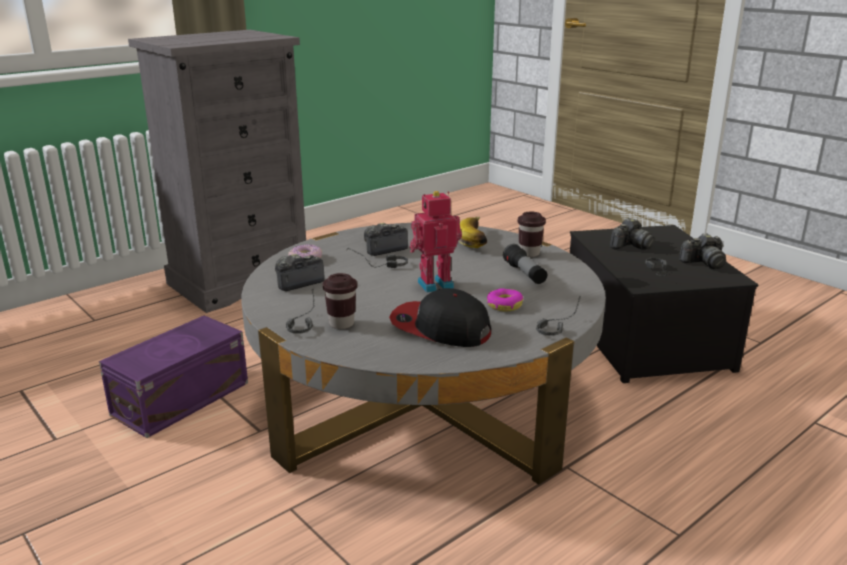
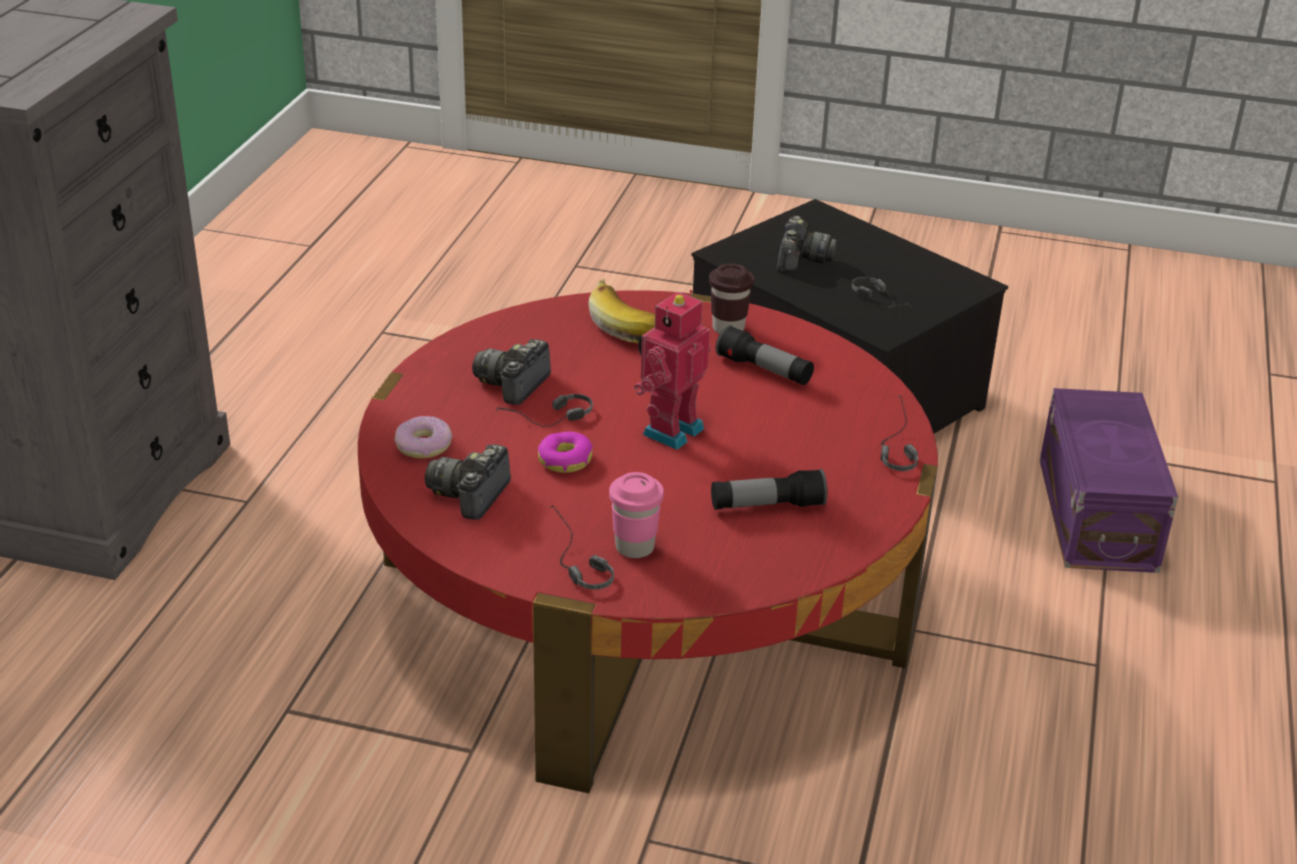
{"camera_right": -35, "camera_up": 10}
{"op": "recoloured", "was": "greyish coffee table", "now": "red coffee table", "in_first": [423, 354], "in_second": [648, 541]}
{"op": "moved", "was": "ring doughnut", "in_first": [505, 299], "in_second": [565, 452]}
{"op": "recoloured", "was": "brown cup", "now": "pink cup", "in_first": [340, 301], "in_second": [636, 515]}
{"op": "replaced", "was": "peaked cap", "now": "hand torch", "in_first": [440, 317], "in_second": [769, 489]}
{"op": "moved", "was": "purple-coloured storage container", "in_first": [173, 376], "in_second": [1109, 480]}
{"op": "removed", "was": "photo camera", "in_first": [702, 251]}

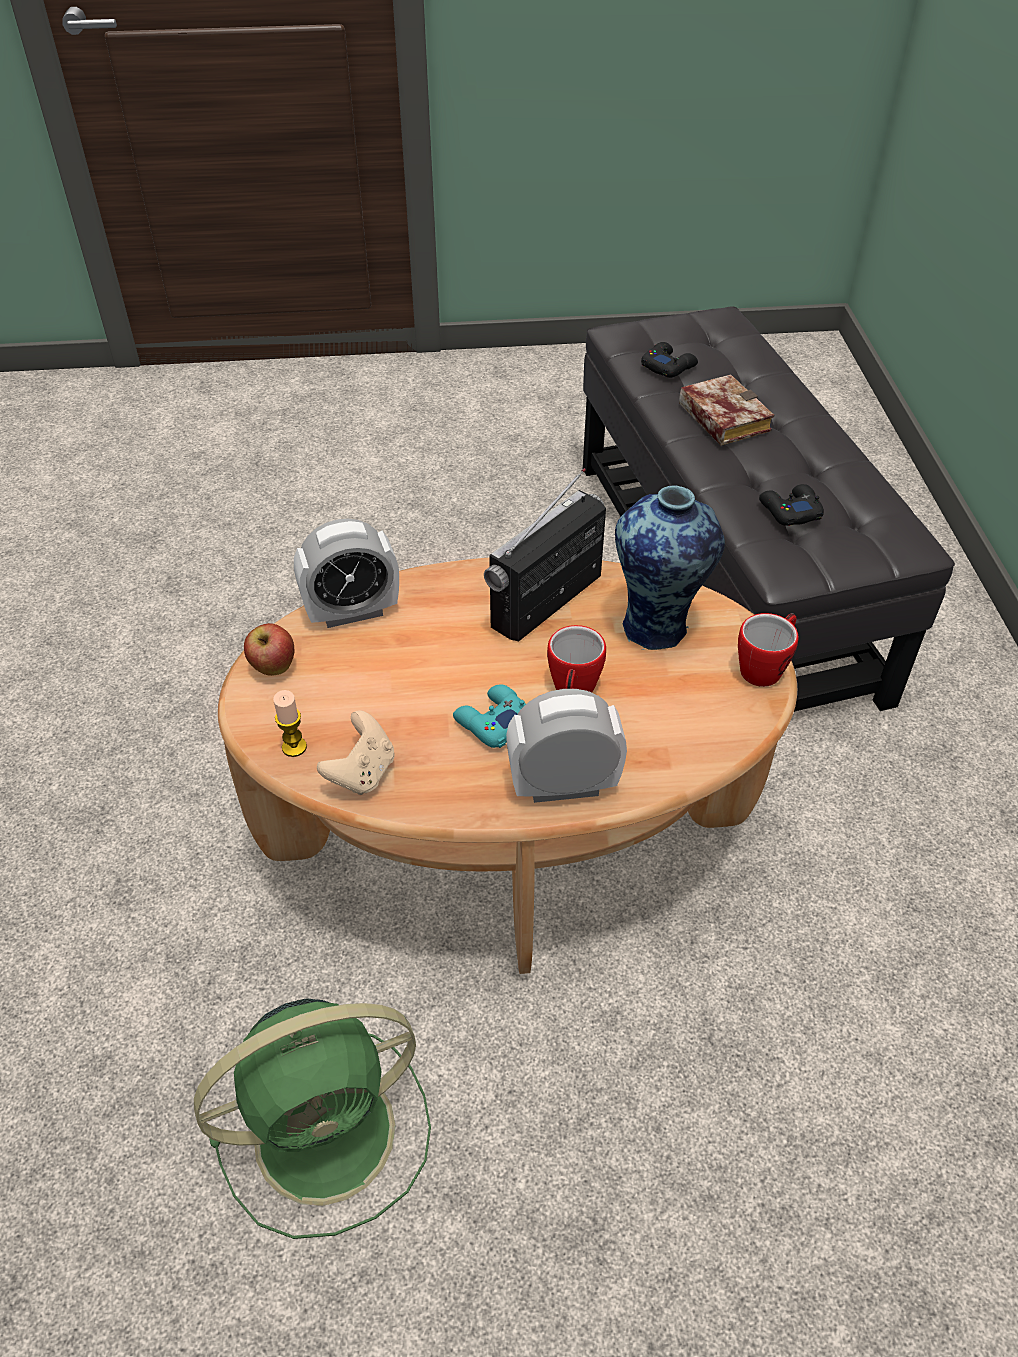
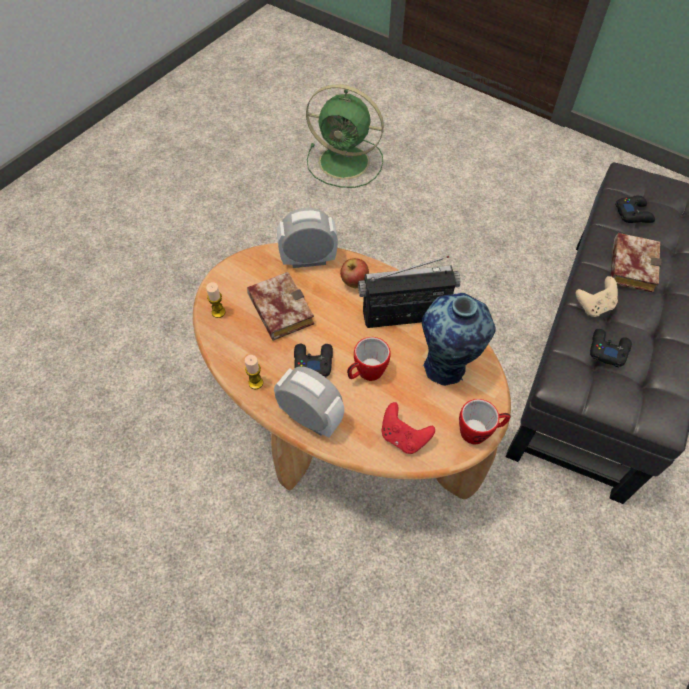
{"camera_right": 40, "camera_up": 10}
{"op": "added", "now": "wax light", "in_second": [254, 372]}
{"op": "added", "now": "volume", "in_second": [280, 306]}
{"op": "turned", "was": "table clock", "in_first": [346, 573], "in_second": [307, 238], "clockwise": 150}
{"op": "recoloured", "was": "turquoise game controller", "now": "black game controller", "in_first": [489, 716], "in_second": [313, 360]}
{"op": "moved", "was": "greenish cooling fan", "in_first": [312, 1118], "in_second": [345, 136]}
{"op": "moved", "was": "whole apple", "in_first": [269, 649], "in_second": [354, 273]}
{"op": "added", "now": "red game controller", "in_second": [408, 428]}
{"op": "moved", "was": "sand-coloured game controller", "in_first": [356, 752], "in_second": [597, 296]}

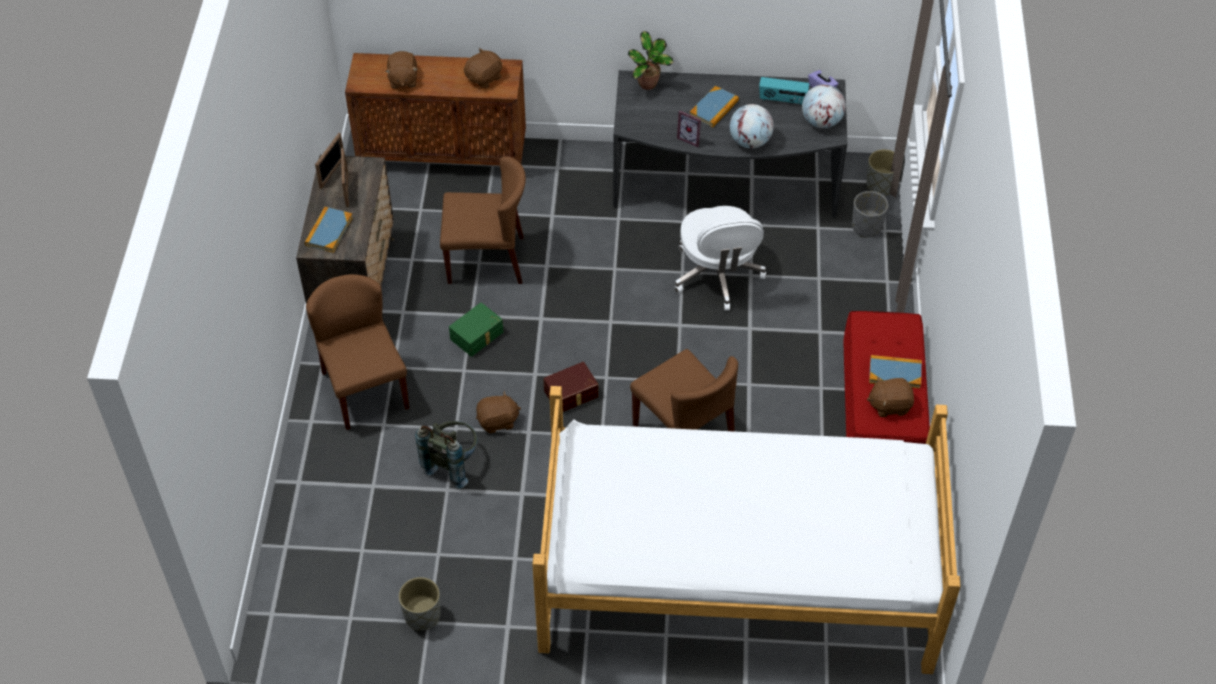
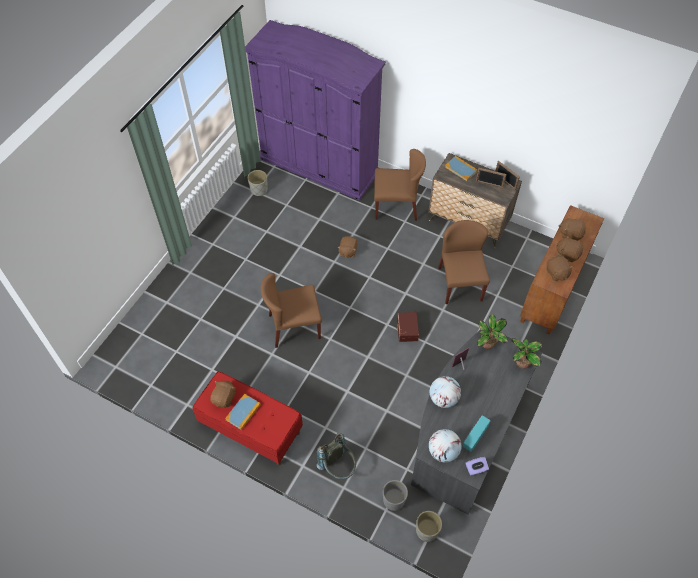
{"camera_right": 115, "camera_up": 5}
{"op": "added", "now": "purple-coloured wardrobe", "in_second": [315, 110]}
{"op": "moved", "was": "greyish rucksack", "in_first": [446, 455], "in_second": [336, 456]}
{"op": "moved", "was": "brown storage container", "in_first": [570, 387], "in_second": [407, 327]}
{"op": "turned", "was": "brown upright chair", "in_first": [483, 220], "in_second": [464, 262], "clockwise": 150}
{"op": "added", "now": "plant in a pot", "in_second": [492, 331]}
{"op": "added", "now": "brown cuddly toy", "in_second": [569, 249]}
{"op": "removed", "was": "greenish storage container", "in_first": [476, 330]}
{"op": "removed", "was": "bedroom bed", "in_first": [746, 530]}
{"op": "removed", "was": "white desk chair", "in_first": [720, 258]}
{"op": "removed", "was": "volume", "in_first": [714, 107]}

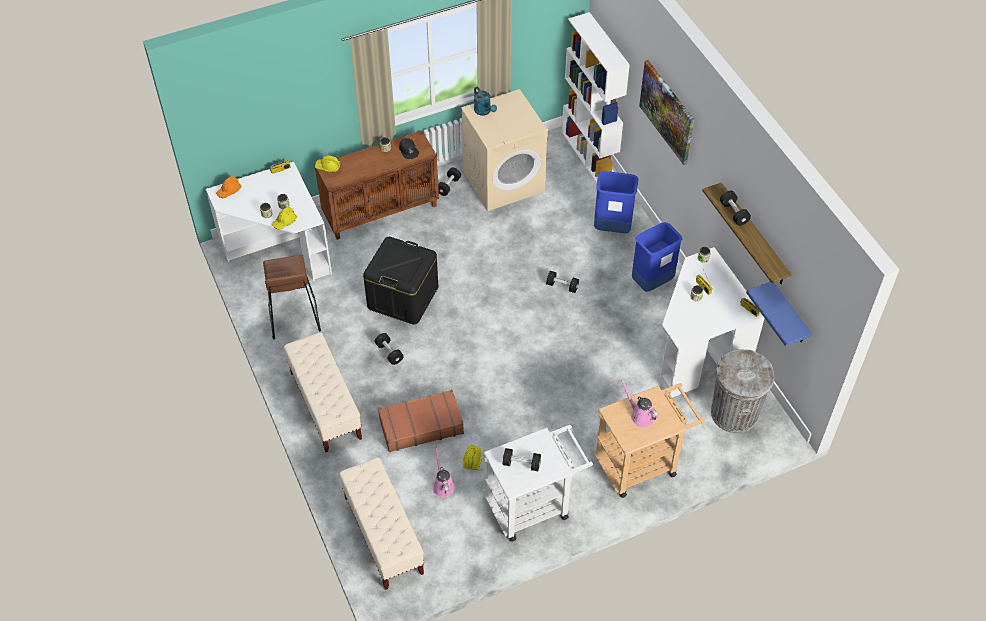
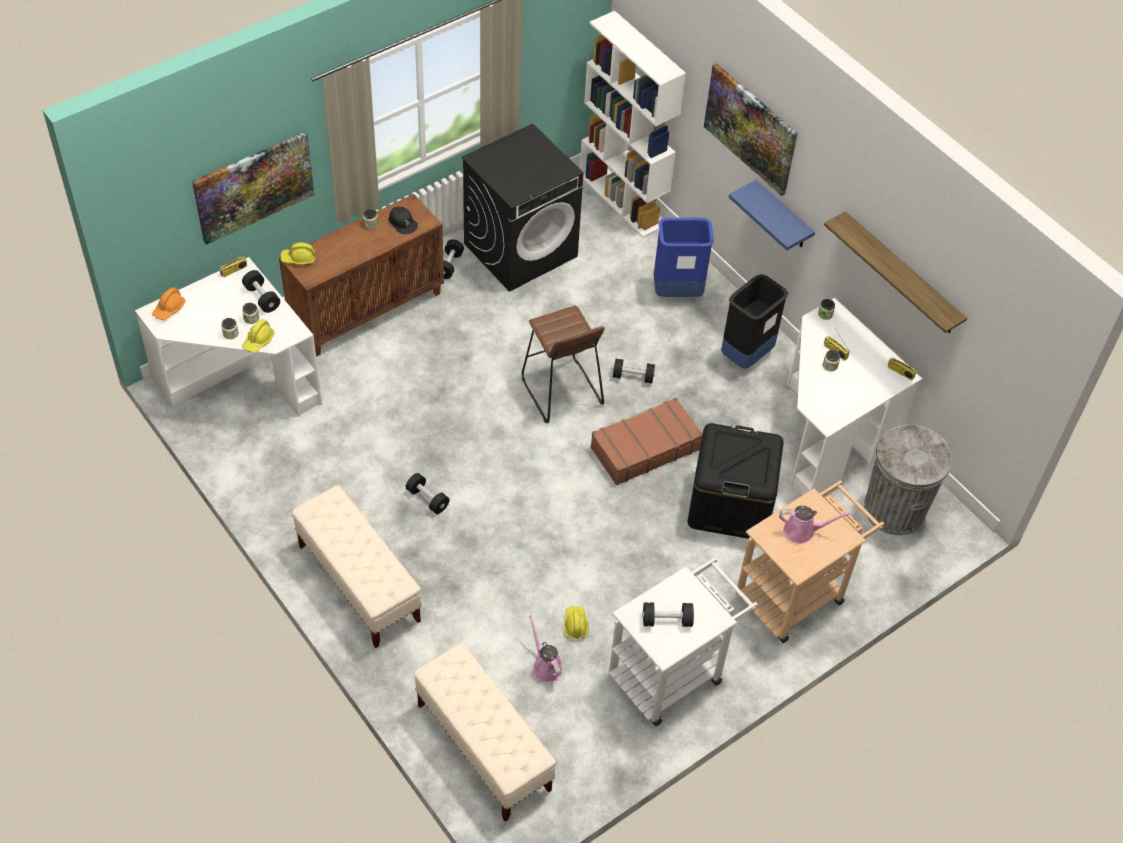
{"camera_right": -15, "camera_up": 0}
{"op": "added", "now": "wall art", "in_second": [253, 188]}
{"op": "moved", "was": "black dumbbell", "in_first": [735, 208], "in_second": [261, 291]}
{"op": "recoloured", "was": "sand-coloured laundry machine", "now": "black laundry machine", "in_first": [504, 150], "in_second": [522, 207]}
{"op": "moved", "was": "brown sitting stool", "in_first": [292, 297], "in_second": [563, 364]}
{"op": "moved", "was": "brown travel case", "in_first": [421, 421], "in_second": [647, 441]}
{"op": "moved", "was": "black storage container", "in_first": [400, 281], "in_second": [736, 481]}
{"op": "recoloured", "was": "blue waste bin", "now": "black waste bin", "in_first": [657, 257], "in_second": [755, 321]}
{"op": "moved", "was": "blue wall shelf", "in_first": [779, 314], "in_second": [772, 215]}
{"op": "turned", "was": "pink watering pot", "in_first": [640, 403], "in_second": [814, 525], "clockwise": 150}
{"op": "removed", "was": "turquoise watering pot", "in_first": [485, 101]}

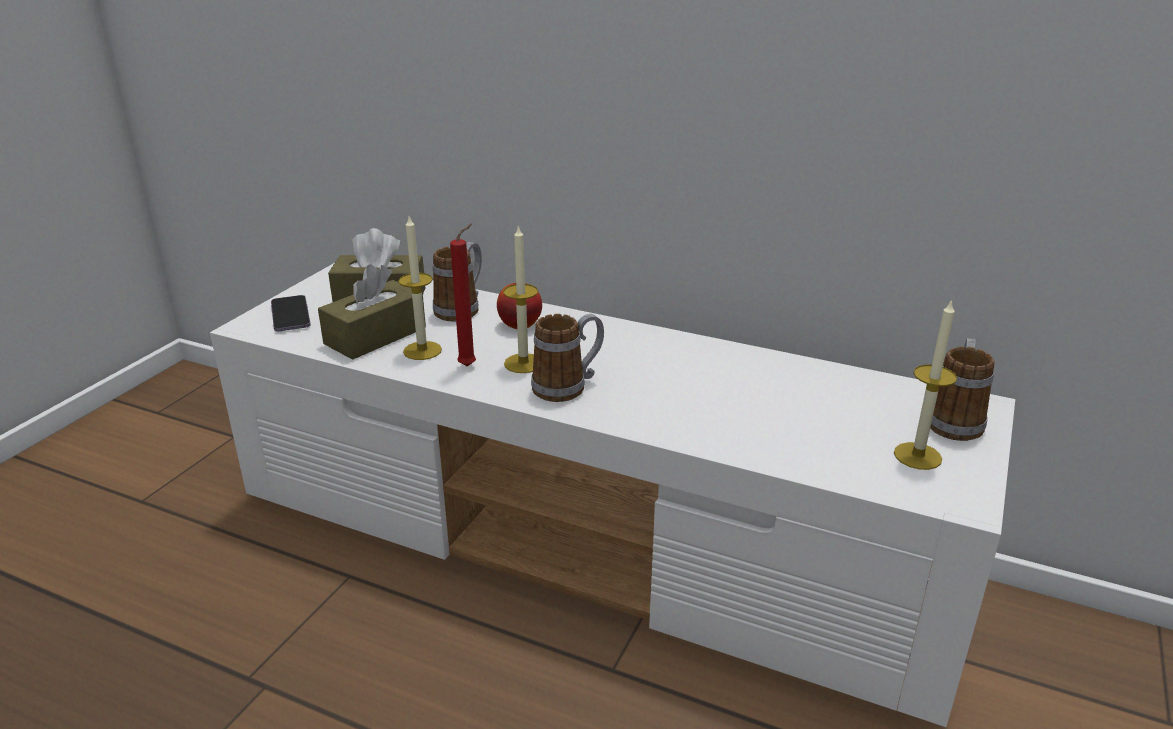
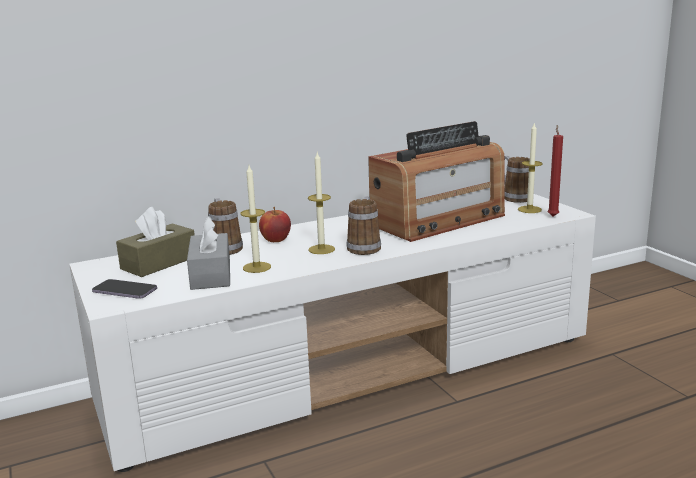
{"camera_right": -50, "camera_up": -10}
{"op": "recoloured", "was": "brown tissue holder", "now": "greyish tissue holder", "in_first": [372, 312], "in_second": [208, 253]}
{"op": "added", "now": "radio set", "in_second": [436, 181]}
{"op": "moved", "was": "red wax light", "in_first": [463, 295], "in_second": [555, 171]}

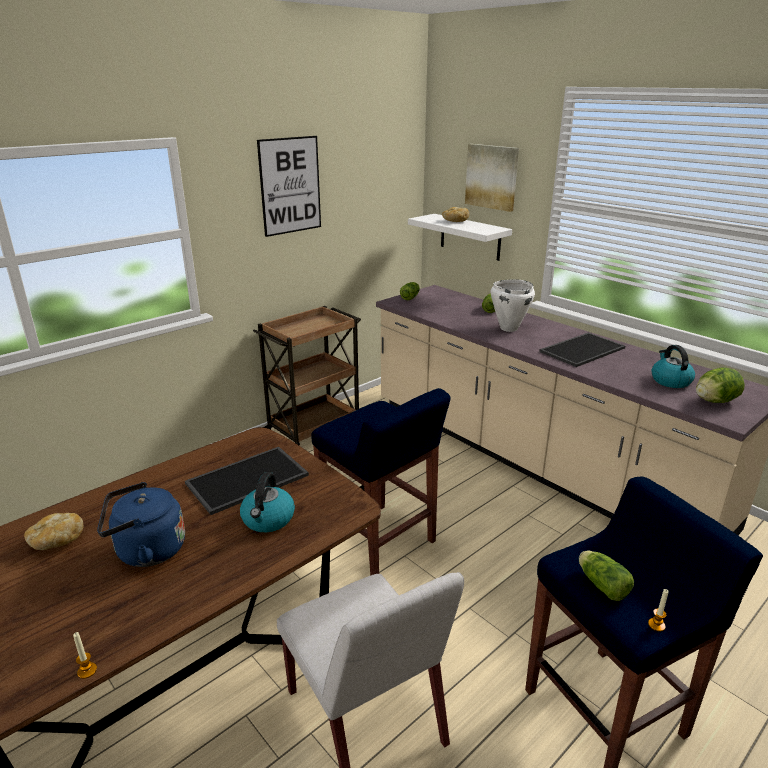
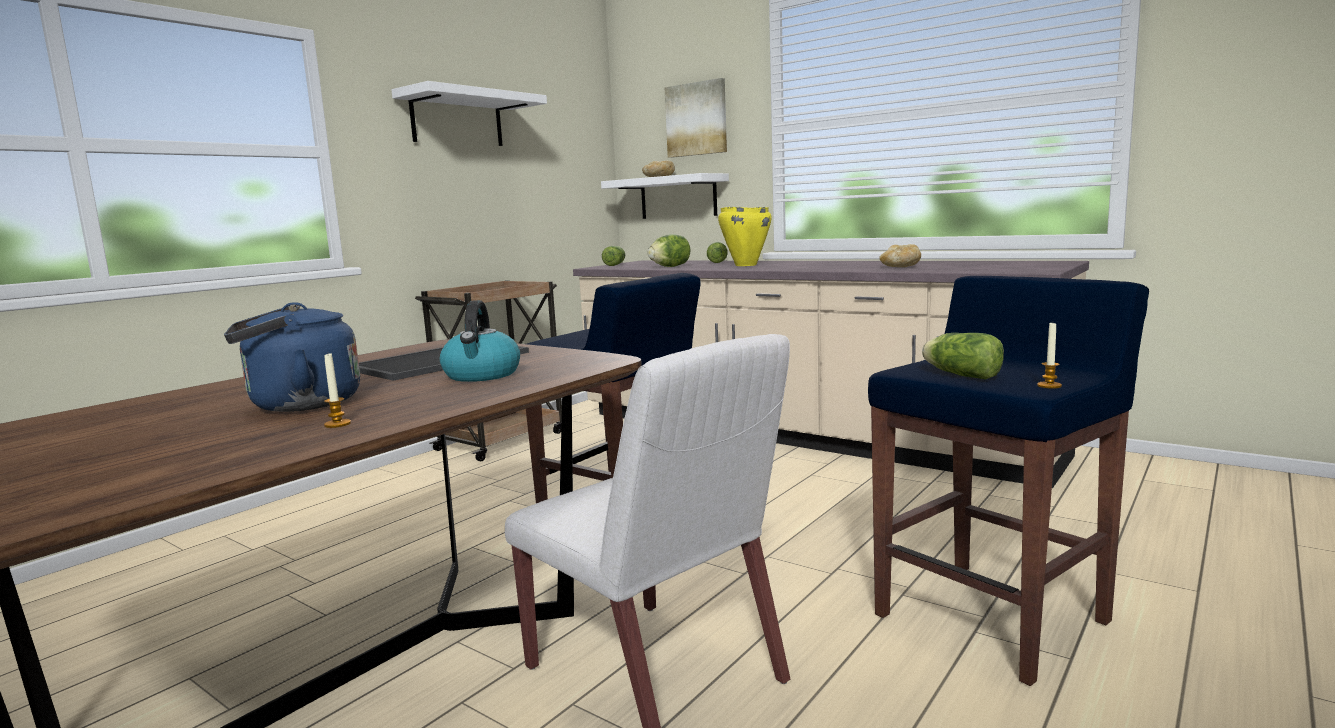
{"camera_right": -10, "camera_up": -15}
{"op": "moved", "was": "wax light", "in_first": [85, 655], "in_second": [337, 390]}
{"op": "replaced", "was": "wall art", "now": "white wall shelf", "in_first": [289, 186], "in_second": [469, 113]}
{"op": "moved", "was": "lettuce head", "in_first": [720, 385], "in_second": [669, 250]}
{"op": "recoloured", "was": "white saucepot", "now": "yellowish saucepot", "in_first": [513, 305], "in_second": [745, 236]}
{"op": "moved", "was": "baked bread", "in_first": [54, 531], "in_second": [900, 255]}
{"op": "removed", "was": "serving tray", "in_first": [582, 350]}
{"op": "removed", "was": "water kettle", "in_first": [673, 366]}

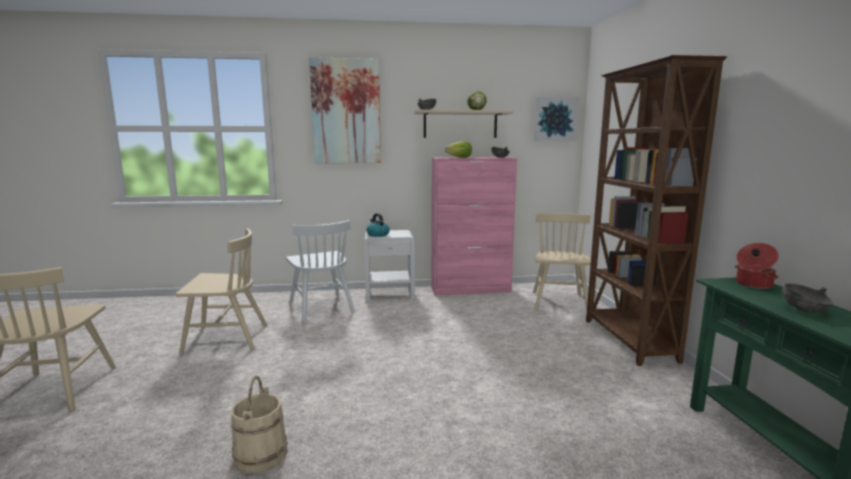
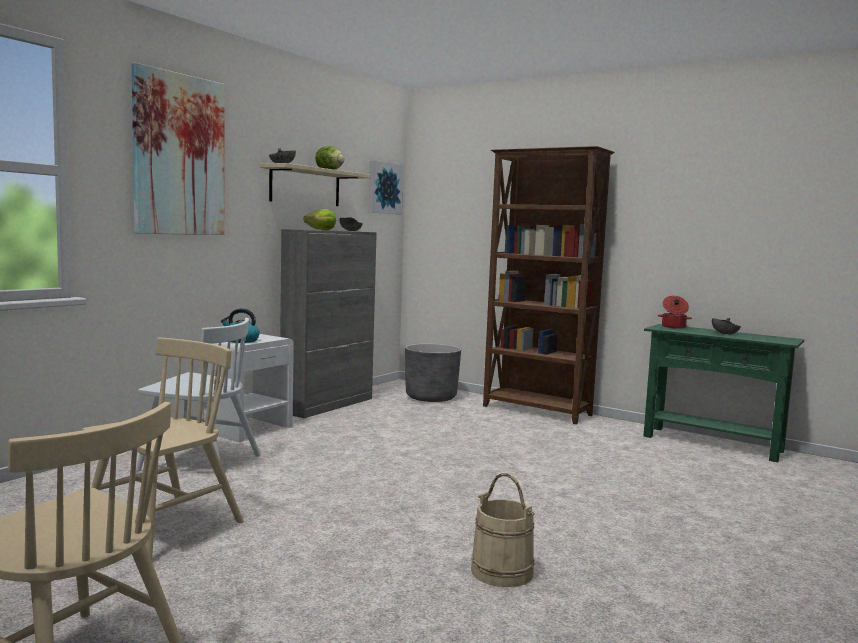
{"camera_right": -50, "camera_up": -5}
{"op": "recoloured", "was": "pink storage cabinet", "now": "greyish storage cabinet", "in_first": [474, 226], "in_second": [328, 323]}
{"op": "replaced", "was": "sand-coloured upright chair", "now": "greyish flower pot", "in_first": [562, 261], "in_second": [433, 372]}

